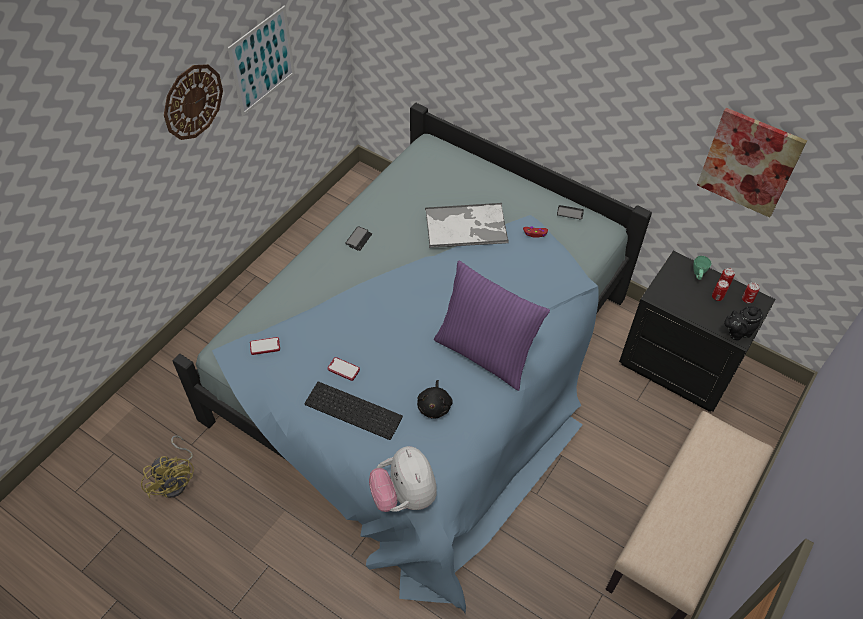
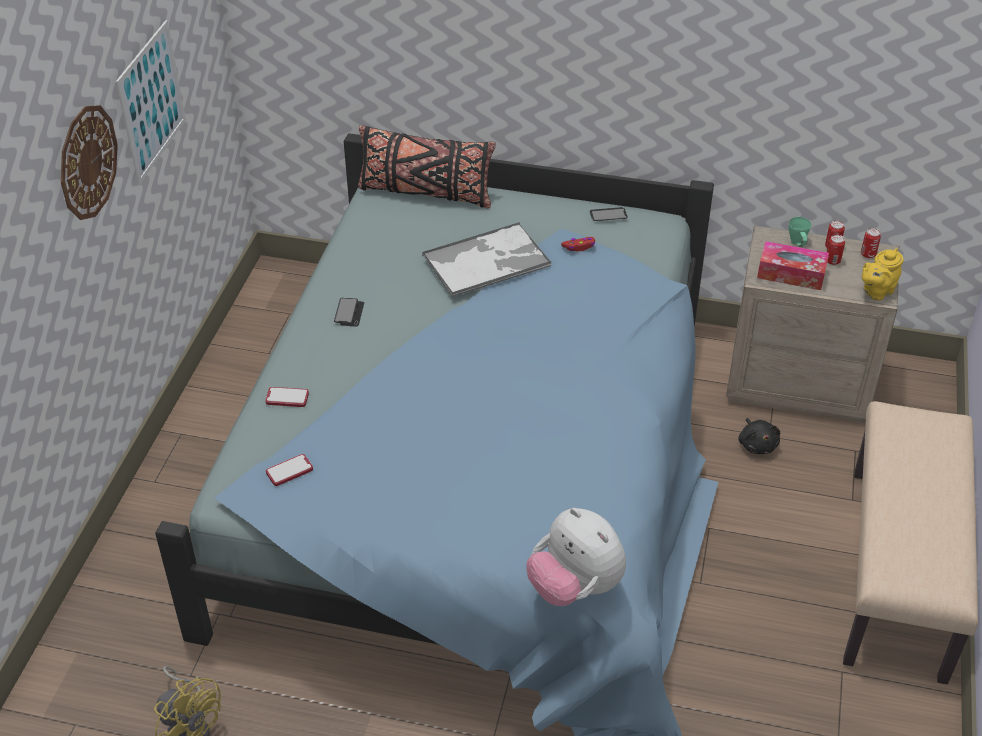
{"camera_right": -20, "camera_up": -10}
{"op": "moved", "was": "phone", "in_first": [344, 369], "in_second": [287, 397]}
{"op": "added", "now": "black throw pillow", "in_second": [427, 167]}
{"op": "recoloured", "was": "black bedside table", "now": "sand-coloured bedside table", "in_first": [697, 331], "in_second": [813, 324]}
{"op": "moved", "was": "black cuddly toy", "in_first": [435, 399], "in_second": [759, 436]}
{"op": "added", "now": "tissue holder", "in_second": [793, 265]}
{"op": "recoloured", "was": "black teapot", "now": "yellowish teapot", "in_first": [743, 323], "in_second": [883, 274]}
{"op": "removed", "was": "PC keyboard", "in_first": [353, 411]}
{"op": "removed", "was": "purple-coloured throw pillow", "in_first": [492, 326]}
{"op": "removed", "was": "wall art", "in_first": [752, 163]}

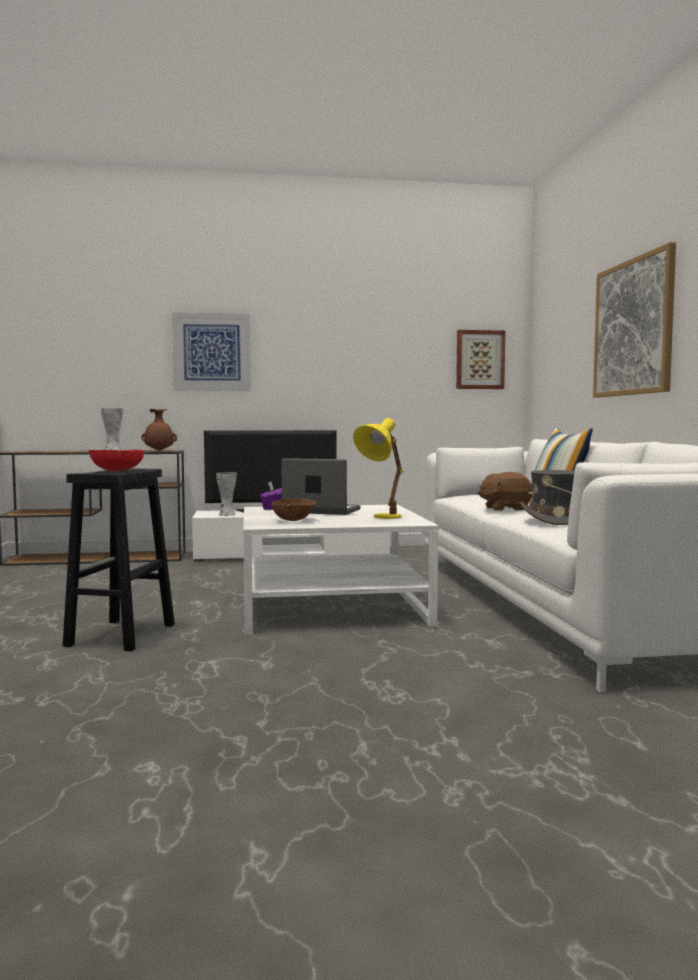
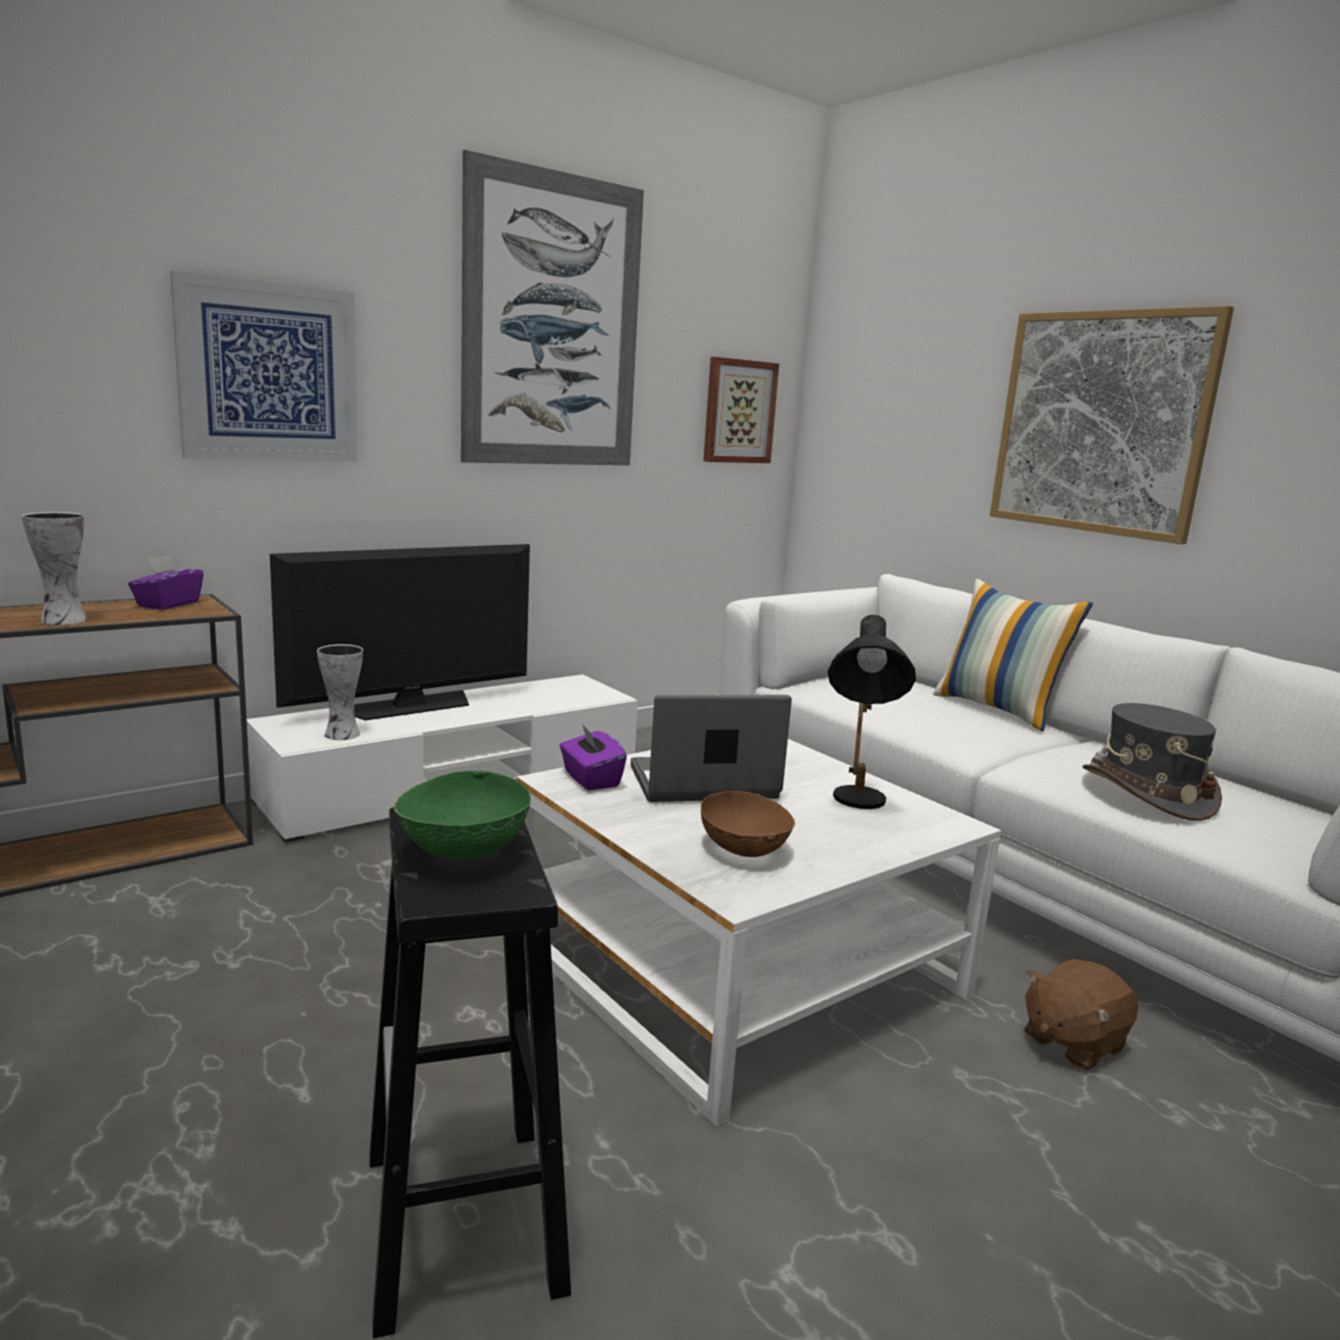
{"camera_right": -30, "camera_up": 10}
{"op": "replaced", "was": "brown flower vase", "now": "purple-coloured tissue holder", "in_first": [159, 430], "in_second": [166, 582]}
{"op": "recoloured", "was": "red deep dish", "now": "greenish deep dish", "in_first": [116, 460], "in_second": [462, 815]}
{"op": "added", "now": "wall art", "in_second": [552, 307]}
{"op": "recoloured", "was": "yellowish lamp for a table", "now": "black lamp for a table", "in_first": [378, 468], "in_second": [872, 712]}
{"op": "moved", "was": "brown cuddly toy", "in_first": [504, 491], "in_second": [1081, 1015]}

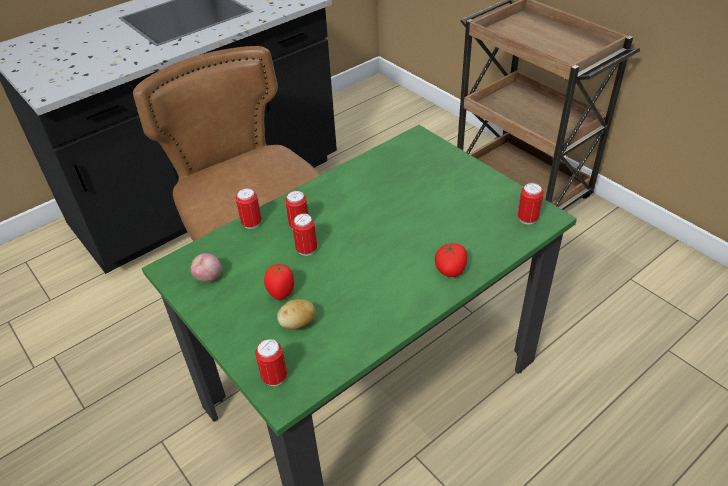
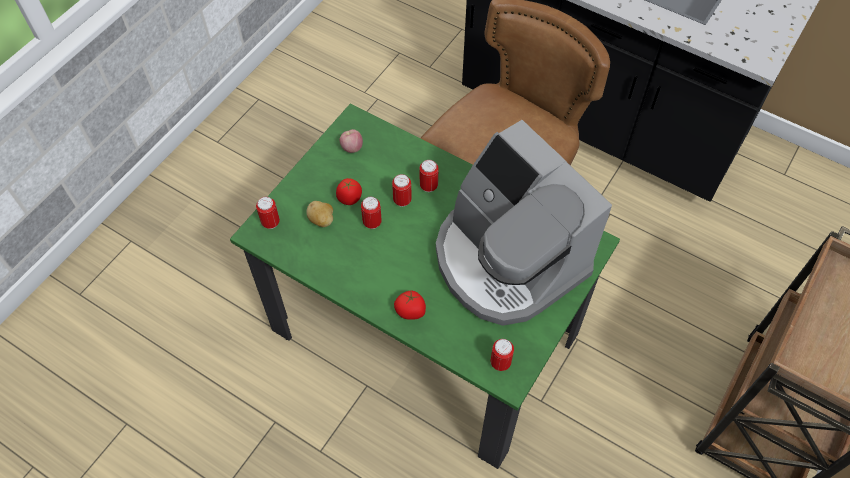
{"camera_right": 70, "camera_up": 15}
{"op": "moved", "was": "can", "in_first": [248, 208], "in_second": [371, 213]}
{"op": "added", "now": "coffee machine", "in_second": [524, 223]}

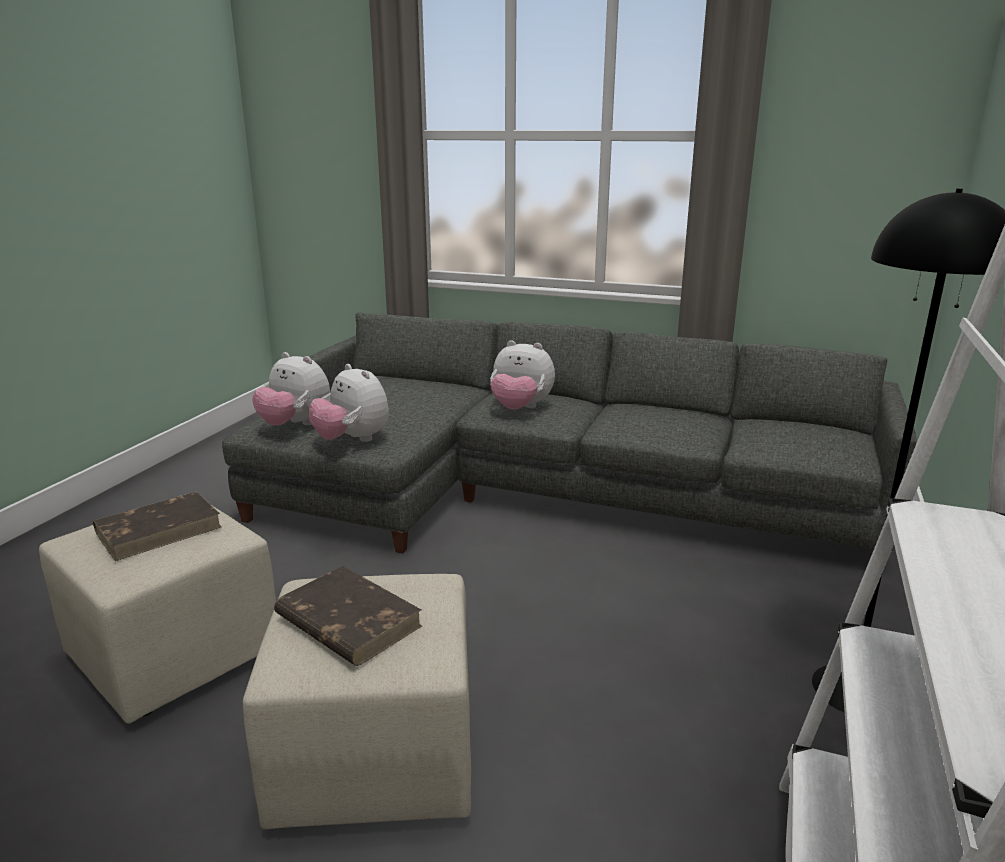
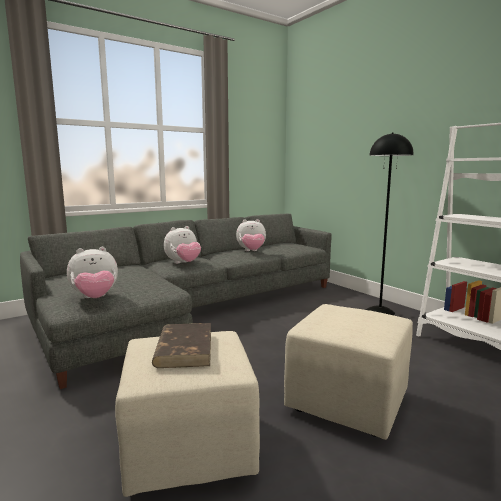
{"camera_right": -55, "camera_up": -10}
{"op": "moved", "was": "cuddly toy", "in_first": [349, 403], "in_second": [251, 235]}
{"op": "removed", "was": "brown volume", "in_first": [348, 616]}

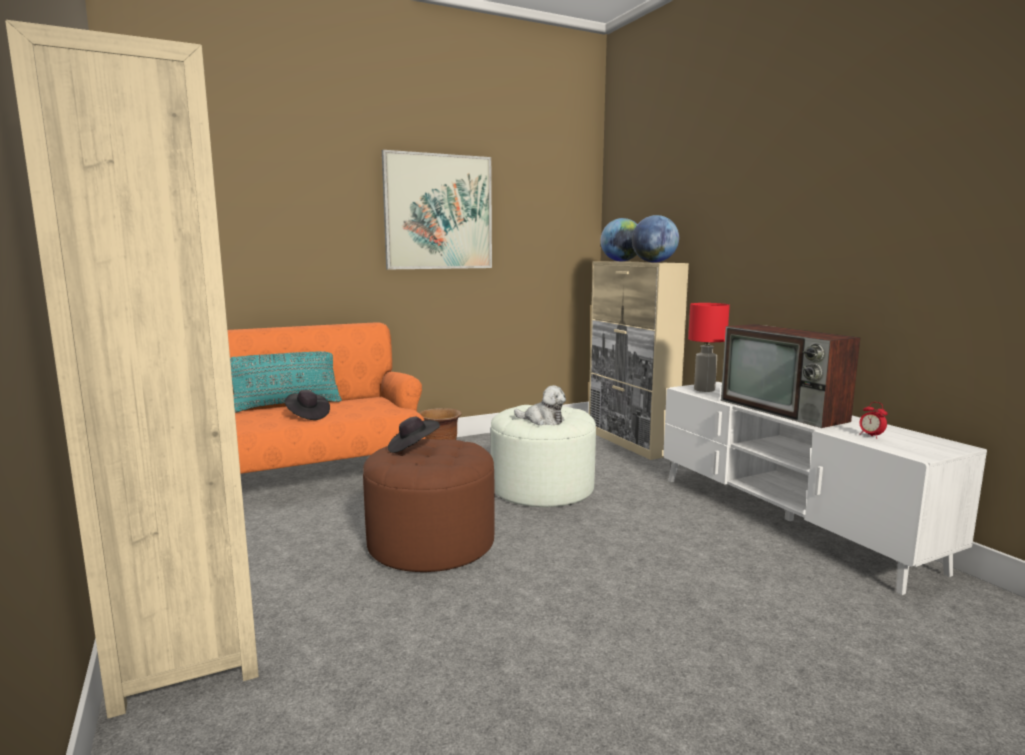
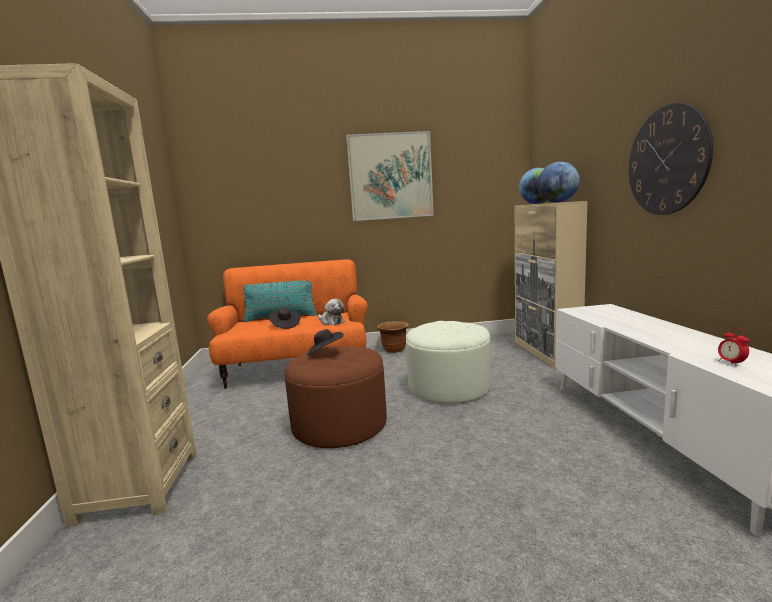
{"camera_right": 20, "camera_up": 0}
{"op": "moved", "was": "cuddly toy", "in_first": [540, 405], "in_second": [331, 312]}
{"op": "added", "now": "wall clock", "in_second": [671, 159]}
{"op": "removed", "was": "red lamp for a table", "in_first": [709, 347]}
{"op": "removed", "was": "TV", "in_first": [790, 376]}

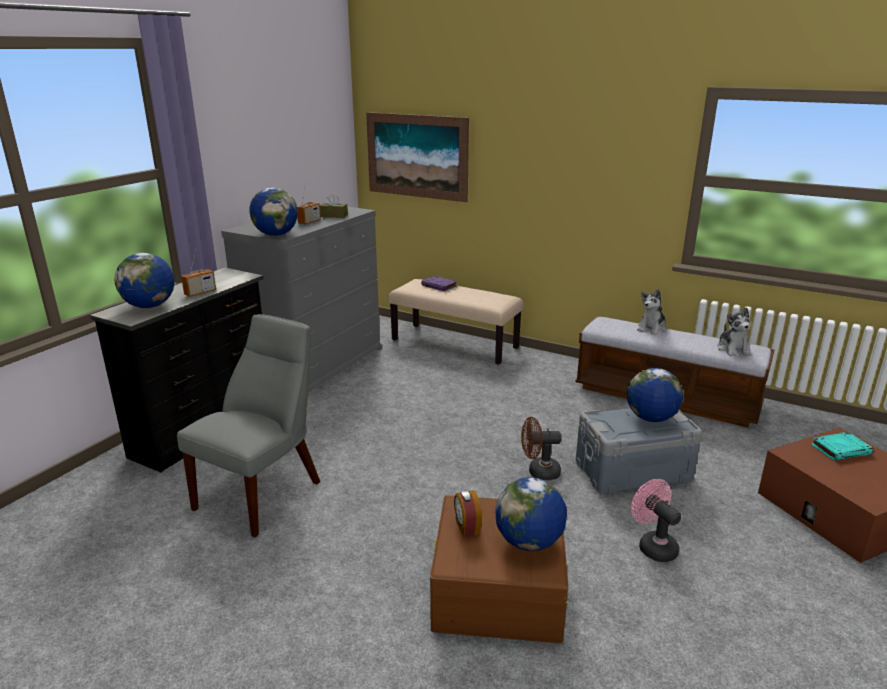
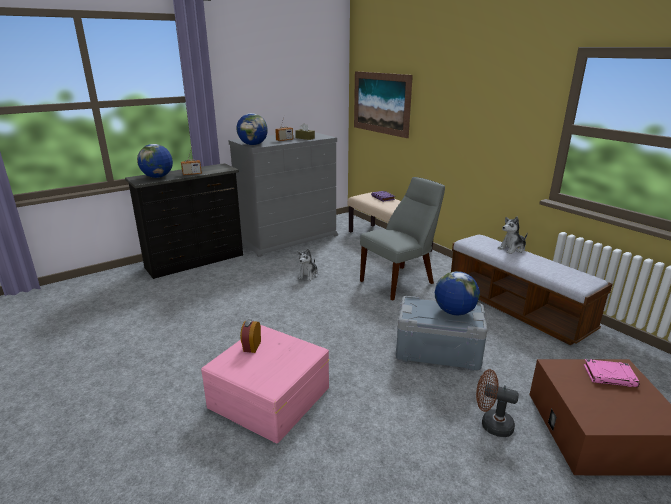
{"camera_right": 25, "camera_up": 0}
{"op": "recoloured", "was": "brown storage container", "now": "pink storage container", "in_first": [499, 569], "in_second": [265, 384]}
{"op": "moved", "was": "cuddly toy", "in_first": [734, 331], "in_second": [307, 265]}
{"op": "moved", "was": "greyish upright chair", "in_first": [248, 425], "in_second": [402, 238]}
{"op": "moved", "was": "brown cooling fan", "in_first": [541, 448], "in_second": [497, 403]}
{"op": "recoloured", "was": "turquoise volume", "now": "pink volume", "in_first": [842, 446], "in_second": [612, 373]}
{"op": "removed", "was": "desk globe", "in_first": [531, 514]}
{"op": "removed", "was": "pink cooling fan", "in_first": [656, 520]}

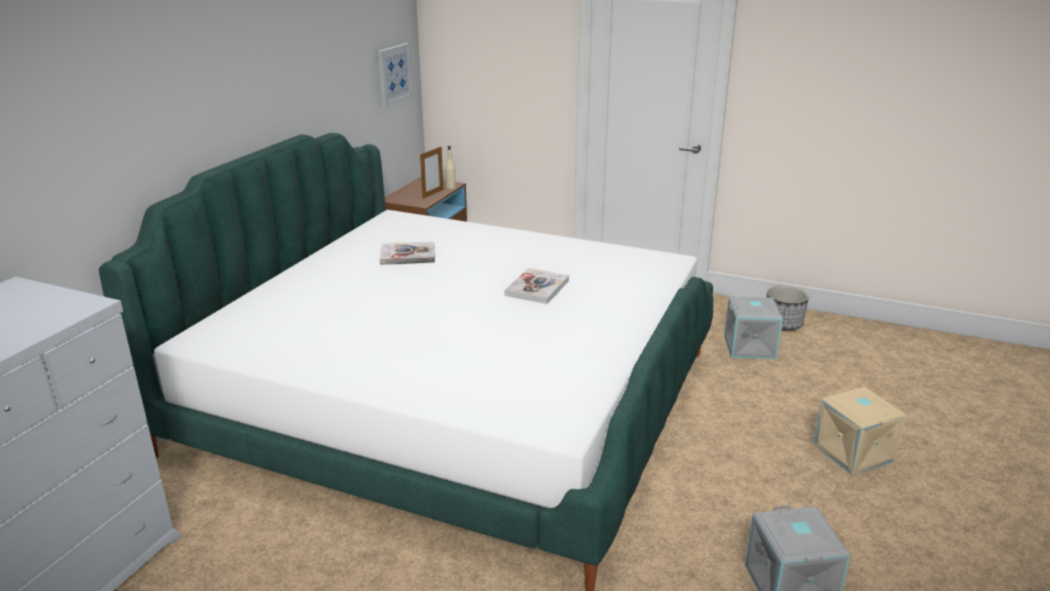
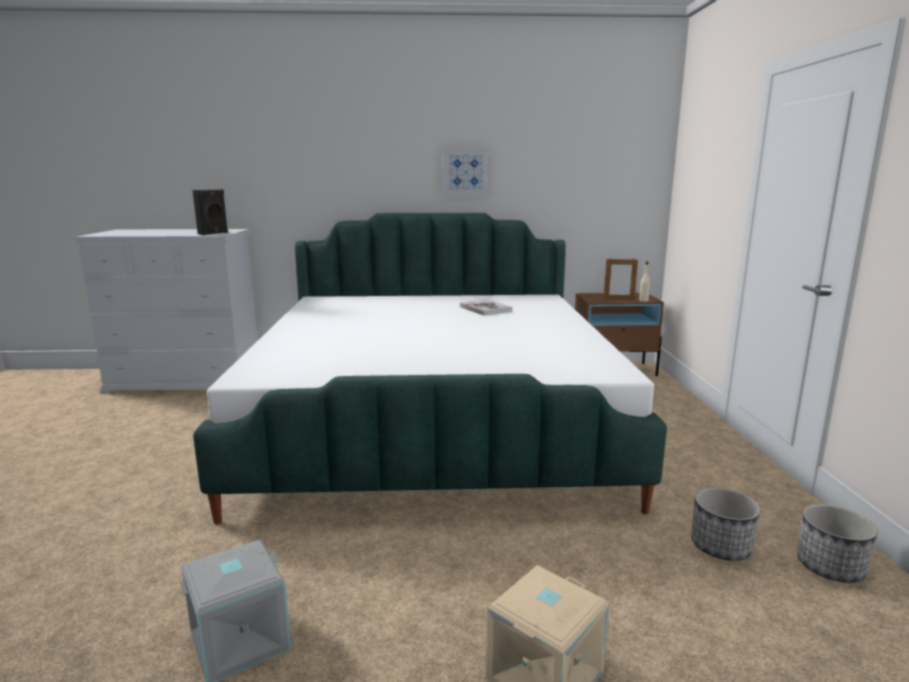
{"camera_right": 65, "camera_up": -10}
{"op": "added", "now": "black audio speaker", "in_second": [210, 212]}
{"op": "moved", "was": "wall art", "in_first": [395, 75], "in_second": [466, 171]}
{"op": "replaced", "was": "greyish storage container", "now": "flower pot", "in_first": [753, 328], "in_second": [726, 524]}
{"op": "removed", "was": "volume", "in_first": [537, 286]}

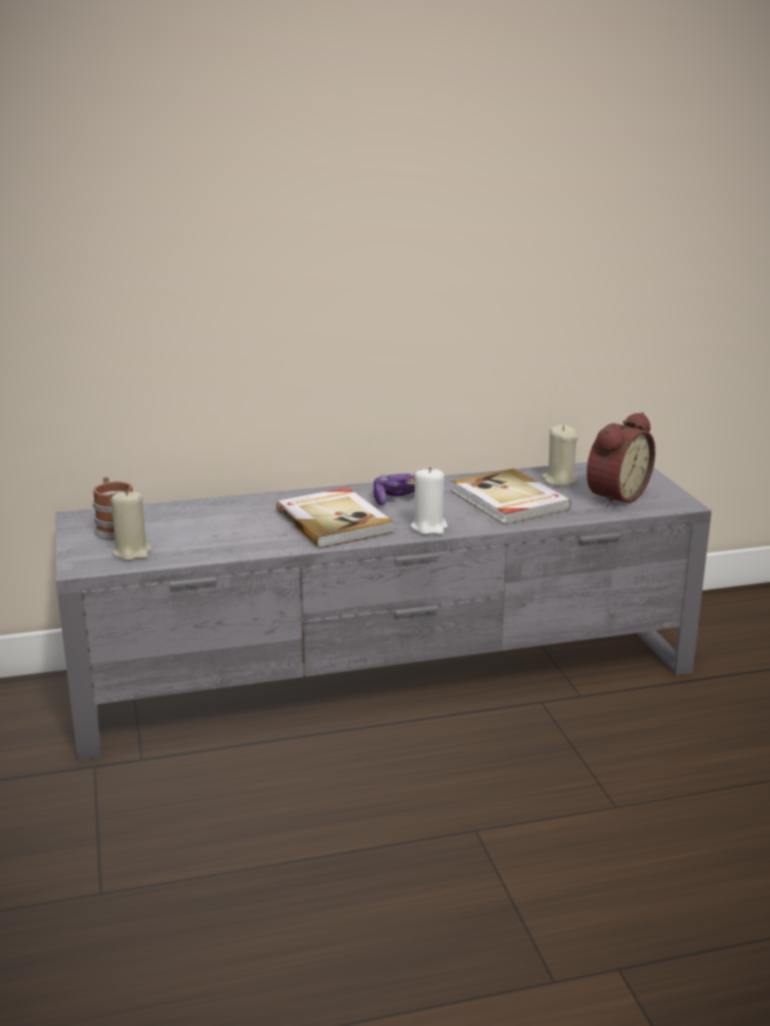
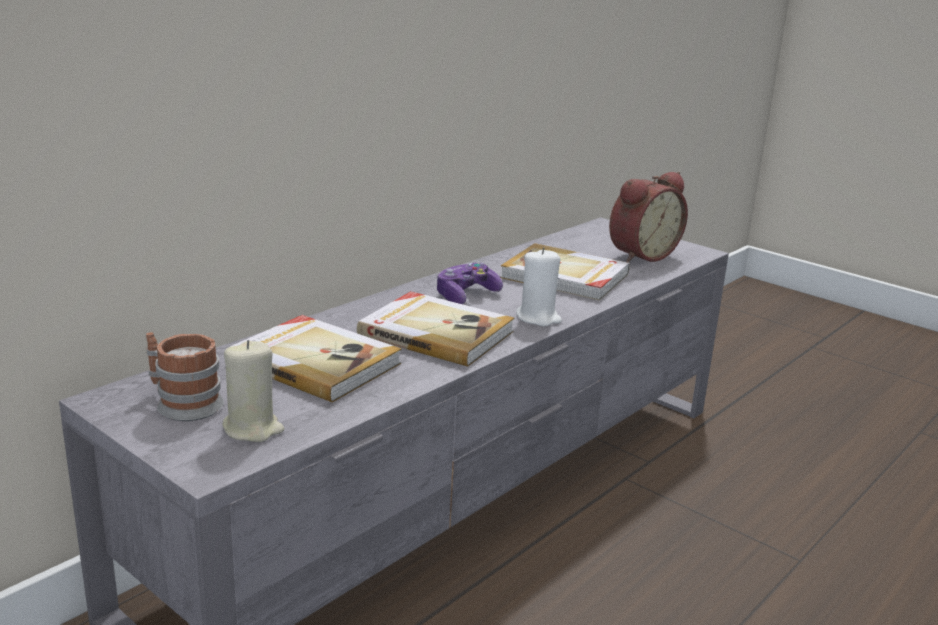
{"camera_right": -35, "camera_up": 0}
{"op": "added", "now": "volume", "in_second": [316, 358]}
{"op": "turned", "was": "table clock", "in_first": [621, 459], "in_second": [648, 217], "clockwise": 45}
{"op": "removed", "was": "sand-coloured wax light", "in_first": [559, 456]}

